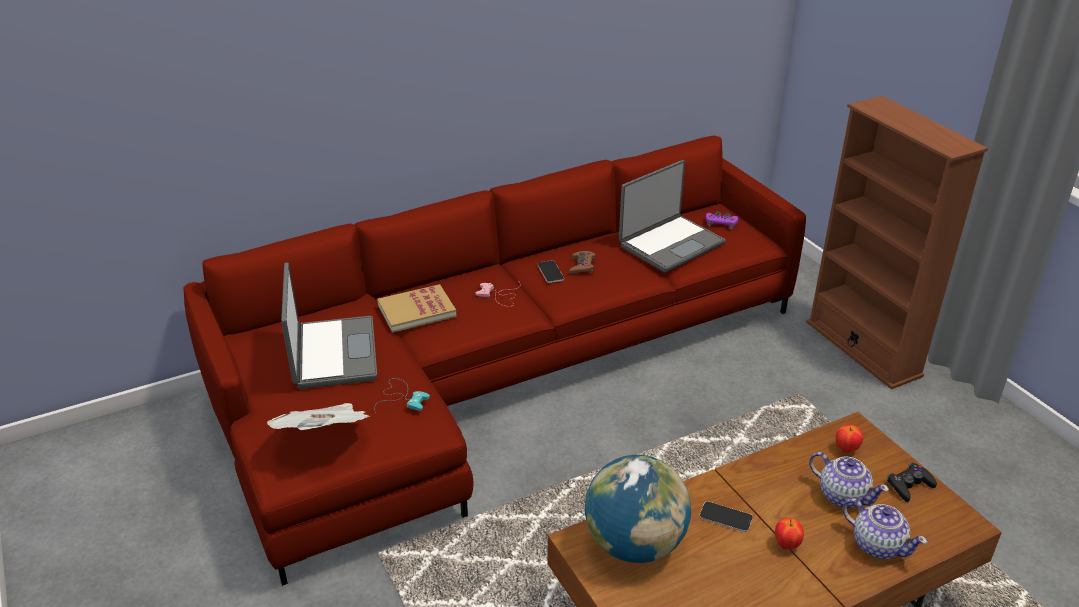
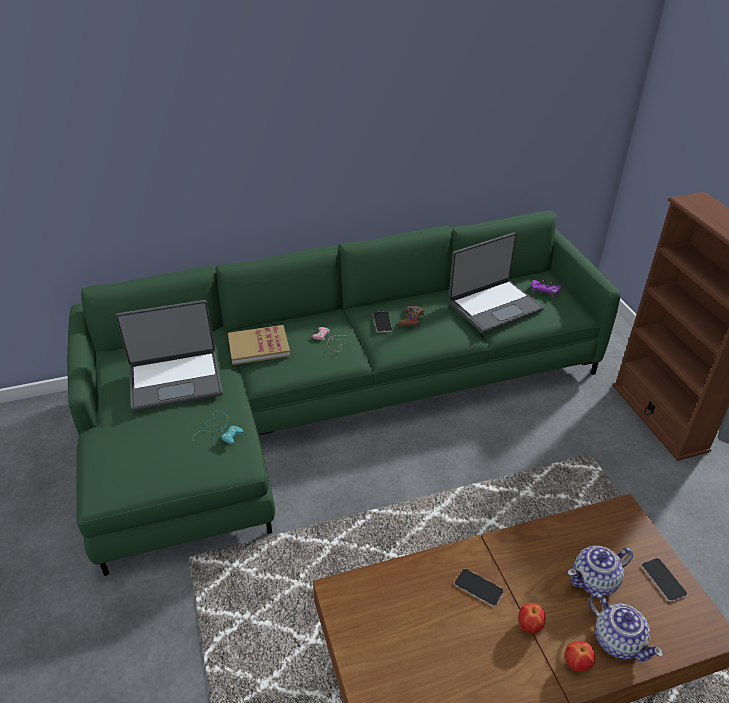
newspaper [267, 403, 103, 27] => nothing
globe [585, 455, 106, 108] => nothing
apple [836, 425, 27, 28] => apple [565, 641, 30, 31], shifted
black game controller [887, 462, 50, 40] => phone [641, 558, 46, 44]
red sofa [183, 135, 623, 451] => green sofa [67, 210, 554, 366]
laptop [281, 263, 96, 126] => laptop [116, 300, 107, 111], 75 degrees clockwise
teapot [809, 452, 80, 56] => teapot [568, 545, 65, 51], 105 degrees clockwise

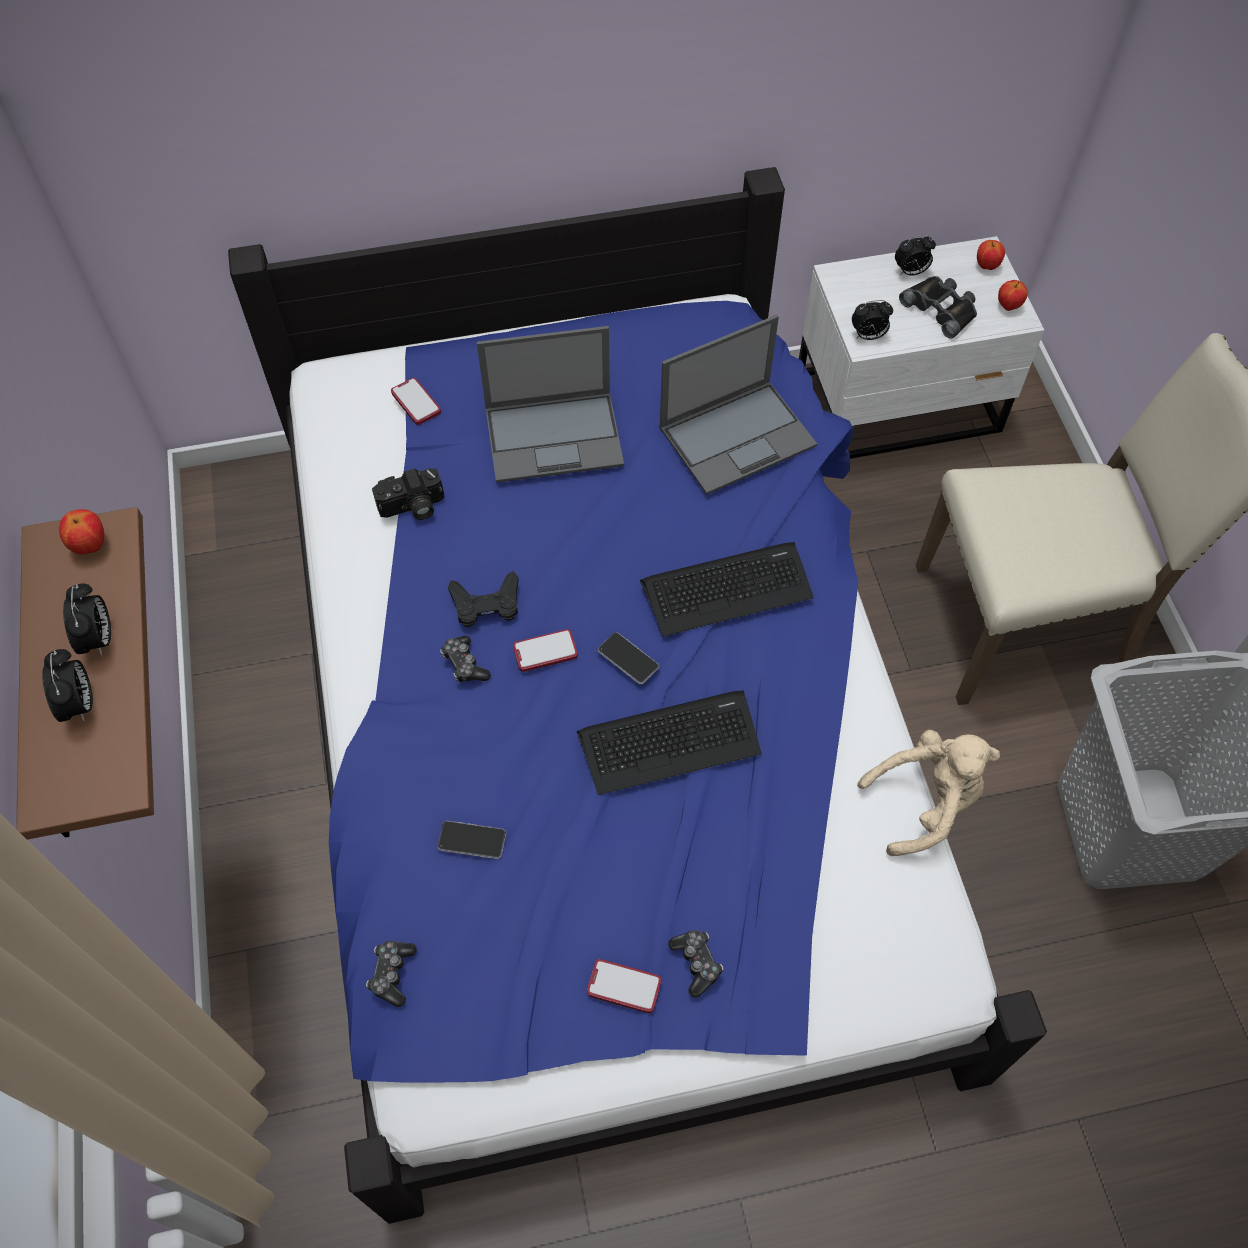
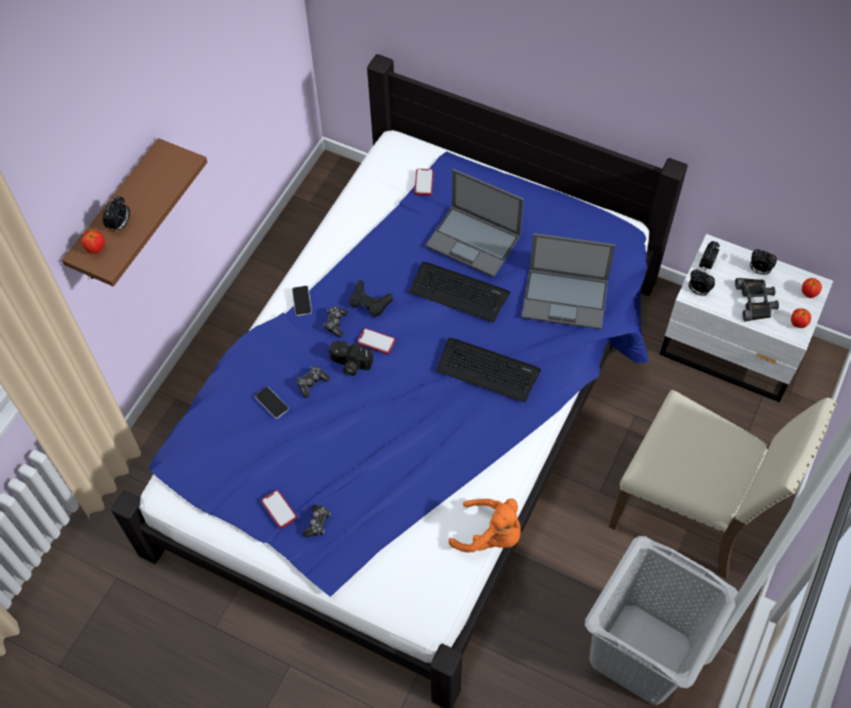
apple [59, 509, 45, 45] => apple [82, 230, 23, 24], shifted
alarm clock [63, 584, 48, 72] => alarm clock [699, 241, 21, 30], shifted
game controller [366, 941, 51, 66] => game controller [297, 366, 33, 32], shifted
photo camera [372, 468, 73, 52] => photo camera [329, 340, 44, 36], shifted
keyboard [577, 690, 185, 105] => keyboard [409, 262, 101, 61], shifted
phone [598, 632, 61, 52] => phone [292, 286, 20, 30], shifted
beige plush toy [857, 730, 143, 126] => orange plush toy [449, 498, 72, 54]

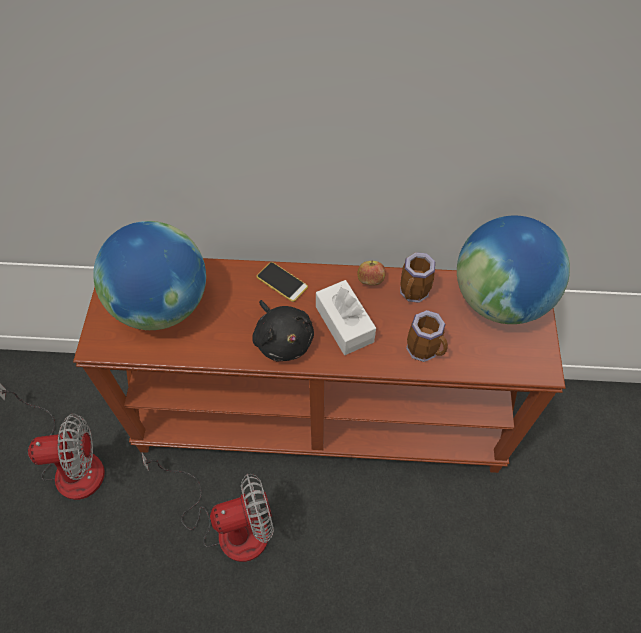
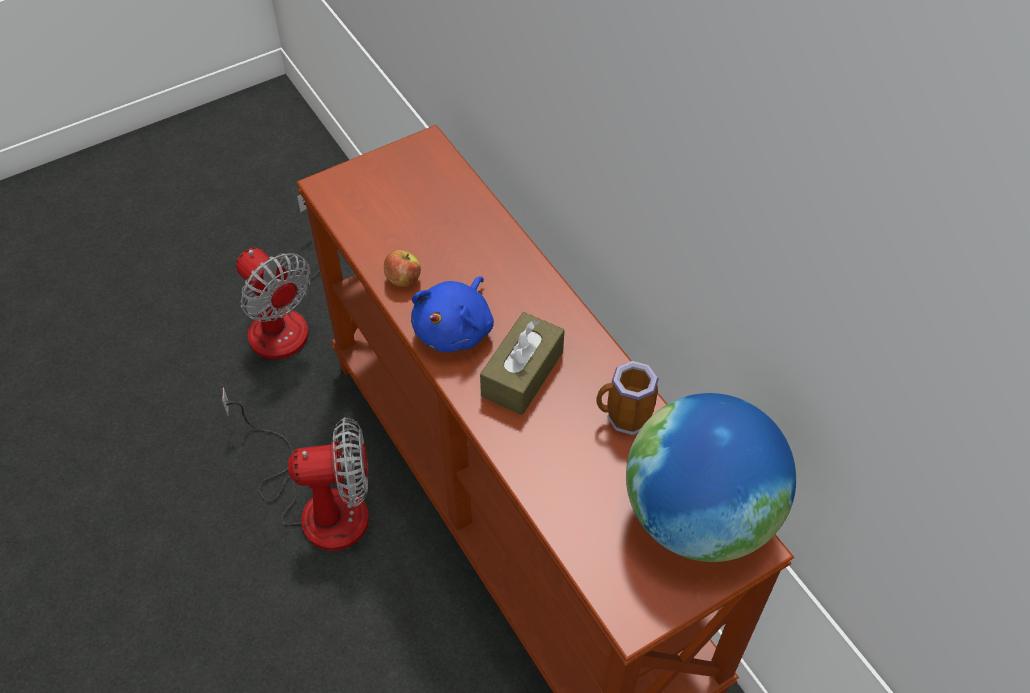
globe [93, 221, 113, 109] => nothing
phone [257, 262, 51, 40] => nothing
mug [406, 310, 42, 52] => nothing
apple [358, 261, 28, 24] => apple [384, 250, 37, 37], shifted
black plush toy [252, 300, 62, 61] => blue plush toy [411, 276, 83, 76]
white tissue box [316, 280, 60, 75] => brown tissue box [480, 312, 84, 103]
fan [142, 453, 132, 109] => fan [222, 387, 147, 164], 45 degrees counterclockwise

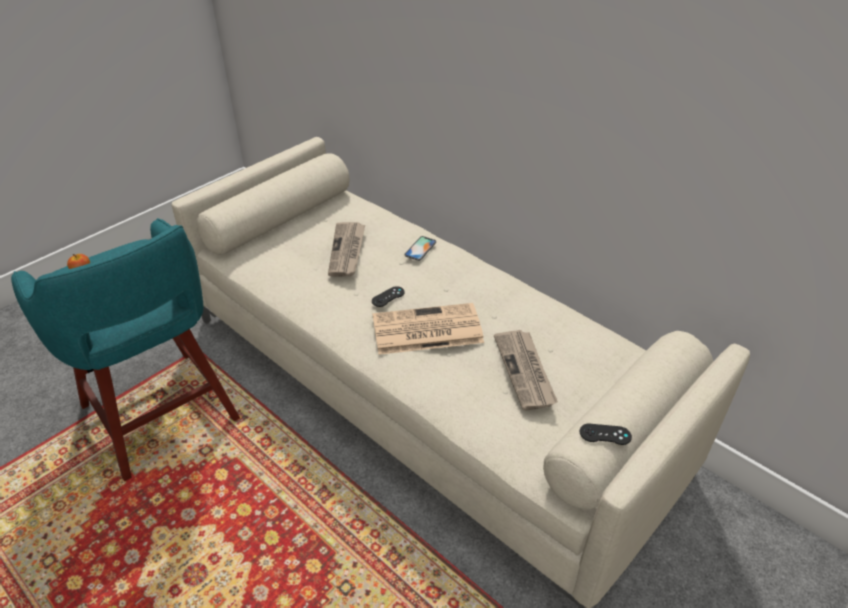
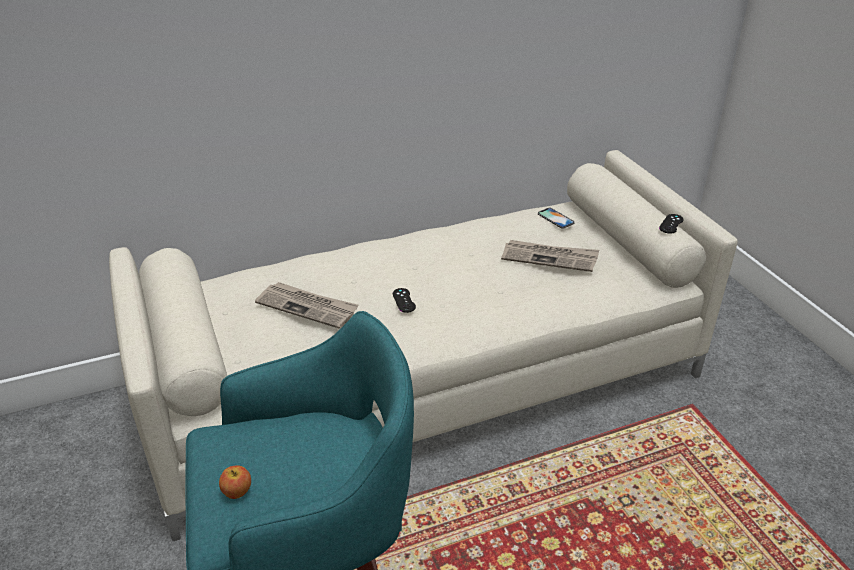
newspaper [373, 303, 111, 52] => nothing
phone [404, 236, 32, 25] => phone [538, 208, 37, 21], shifted

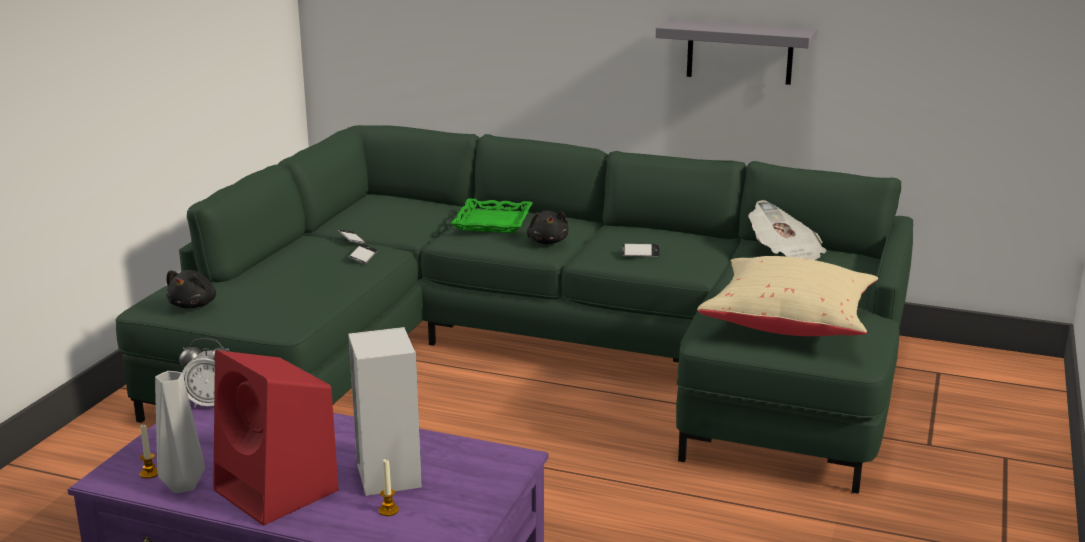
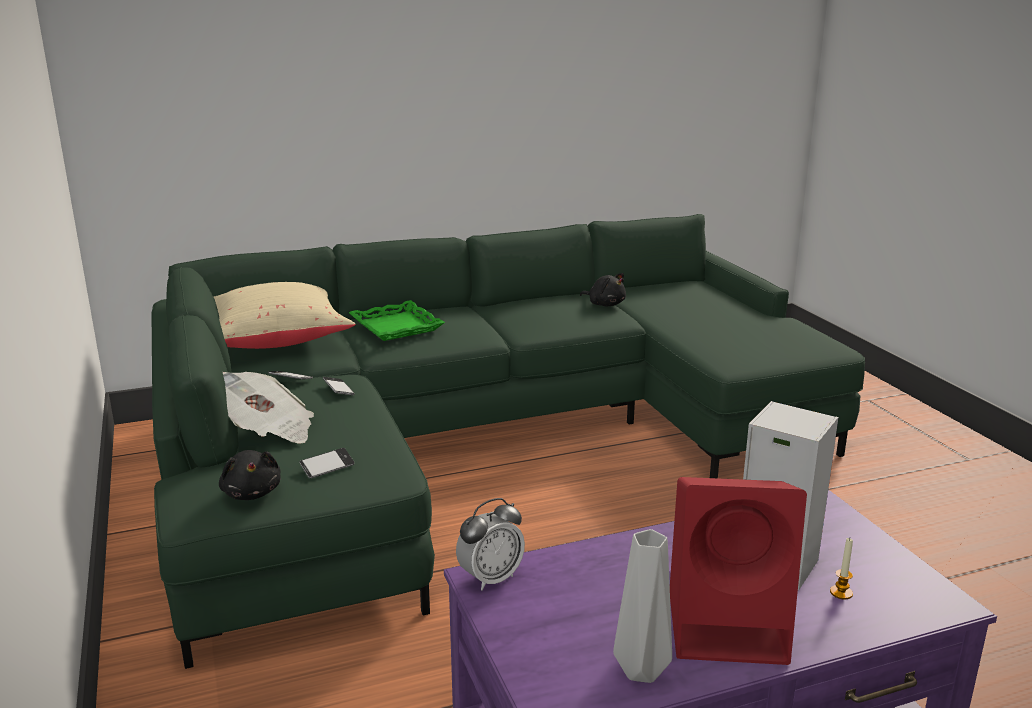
candle [140, 424, 18, 55] => nothing
grey shelf [656, 19, 161, 66] => nothing
black plush toy [527, 210, 41, 35] => black plush toy [580, 273, 46, 33], shifted
phone [622, 243, 38, 14] => phone [299, 448, 56, 30], shifted
beige pillow [697, 256, 181, 80] => beige pillow [214, 282, 142, 67], shifted
newspaper [749, 200, 78, 60] => newspaper [223, 372, 91, 72], shifted

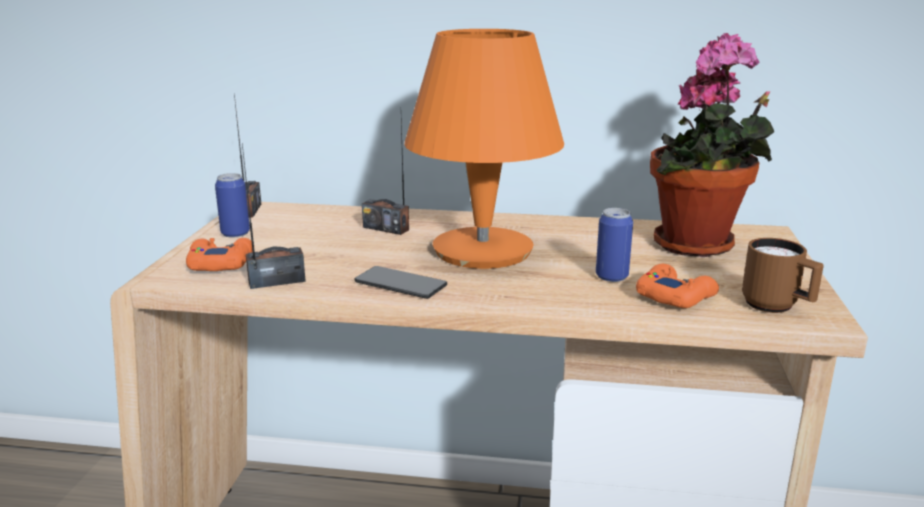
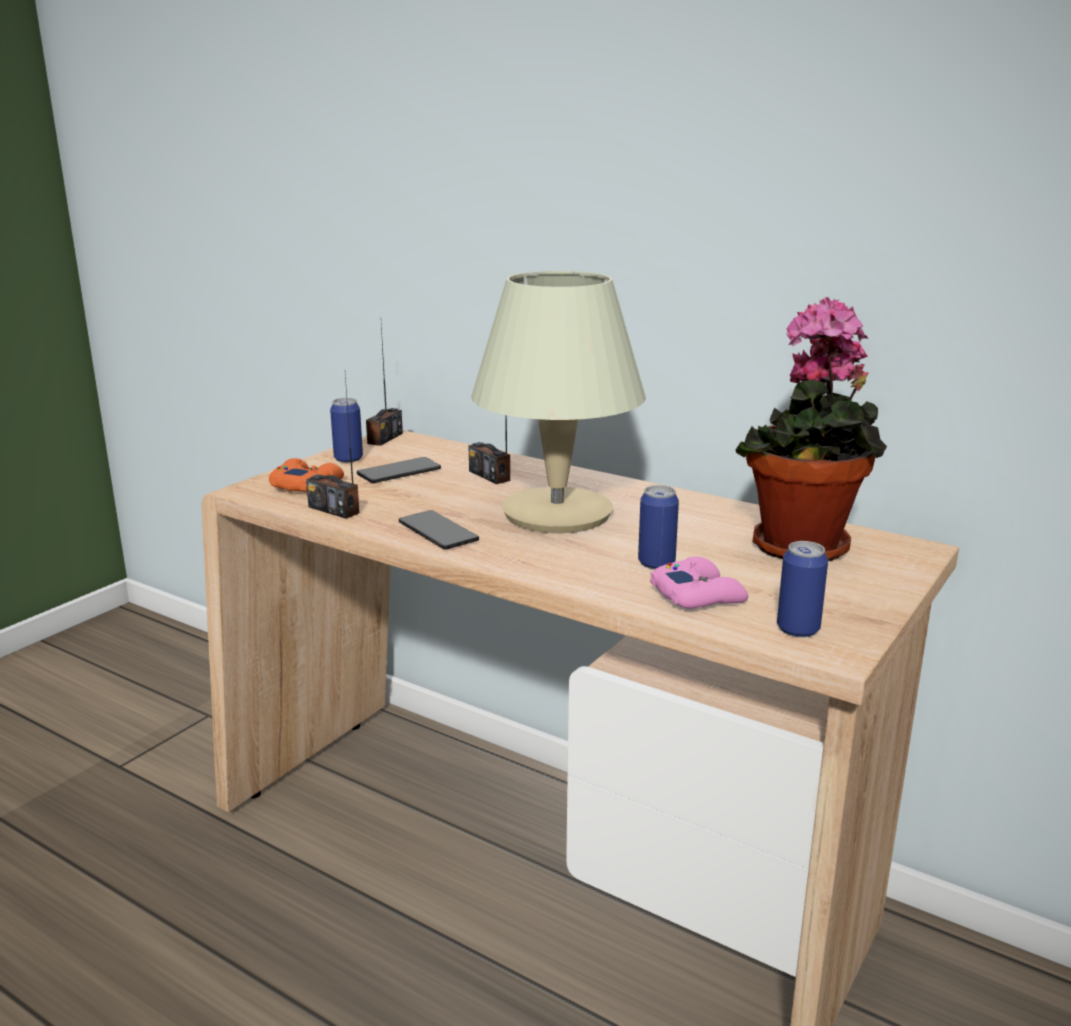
nothing => phone [357, 457, 84, 26]
brown mug [742, 238, 82, 75] => can [777, 541, 51, 97]
orange table lamp [404, 29, 160, 240] => beige table lamp [471, 271, 175, 262]
orange game controller [636, 264, 83, 44] => pink game controller [650, 557, 98, 52]
radio [242, 144, 64, 145] => radio [306, 376, 54, 143], 150 degrees counterclockwise

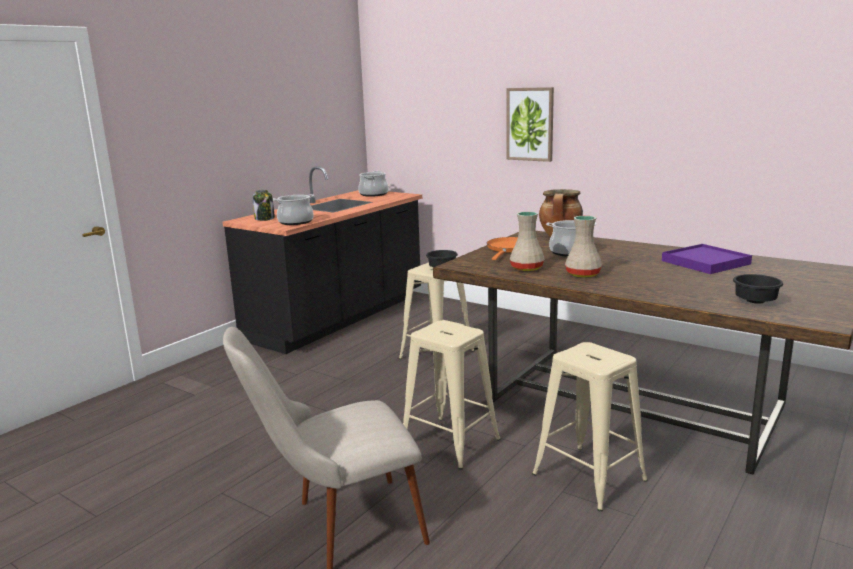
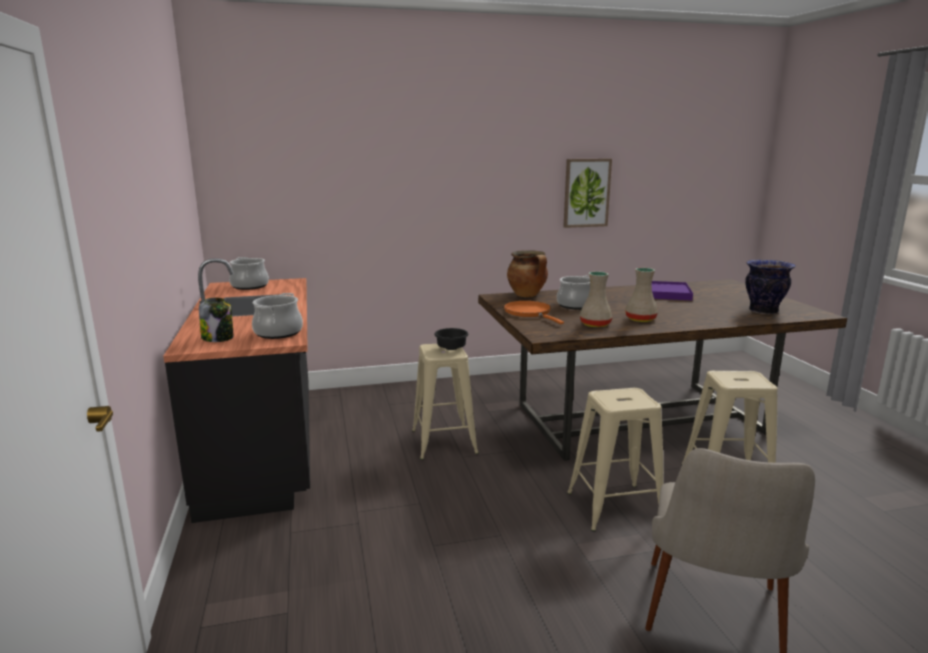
picture [507, 87, 47, 75] => picture [563, 159, 49, 69], shifted
black bowl [733, 274, 50, 30] => vase [745, 260, 51, 54]

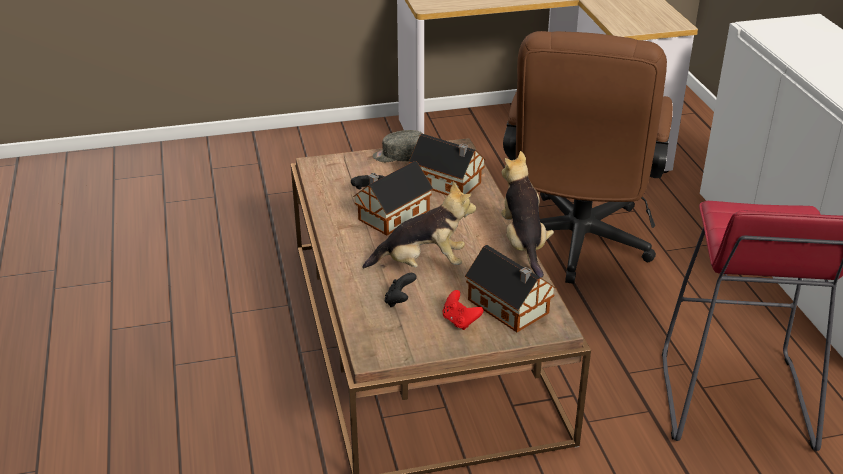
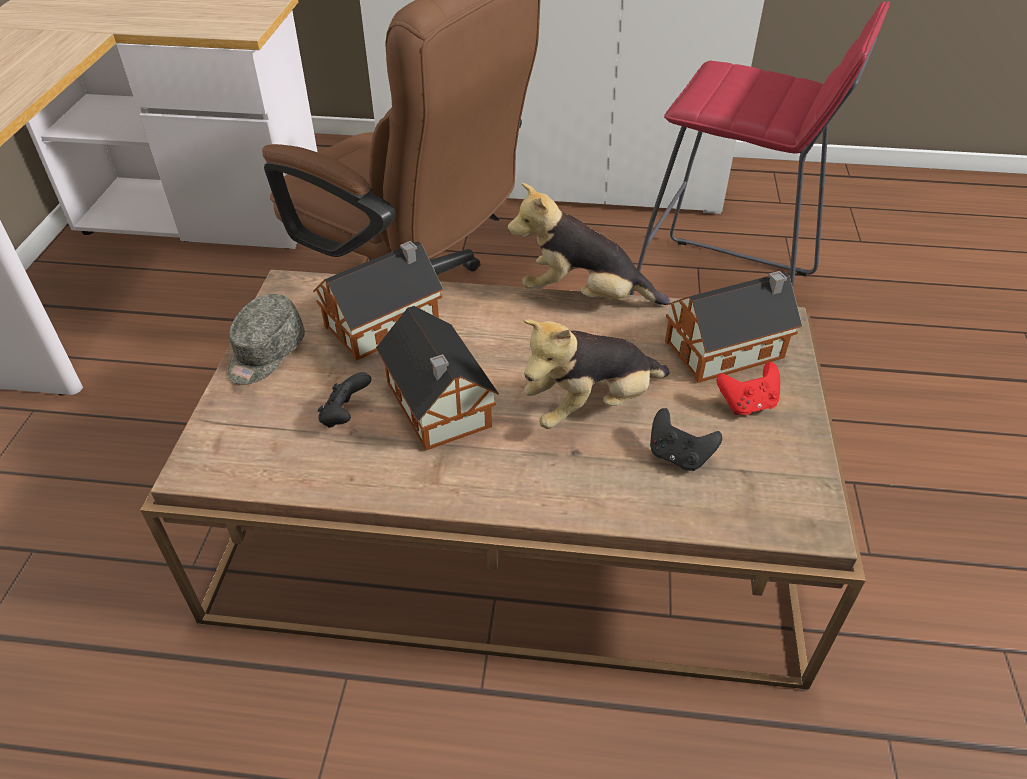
plush toy [362, 181, 114, 88] => plush toy [524, 319, 146, 110], 135 degrees counterclockwise

